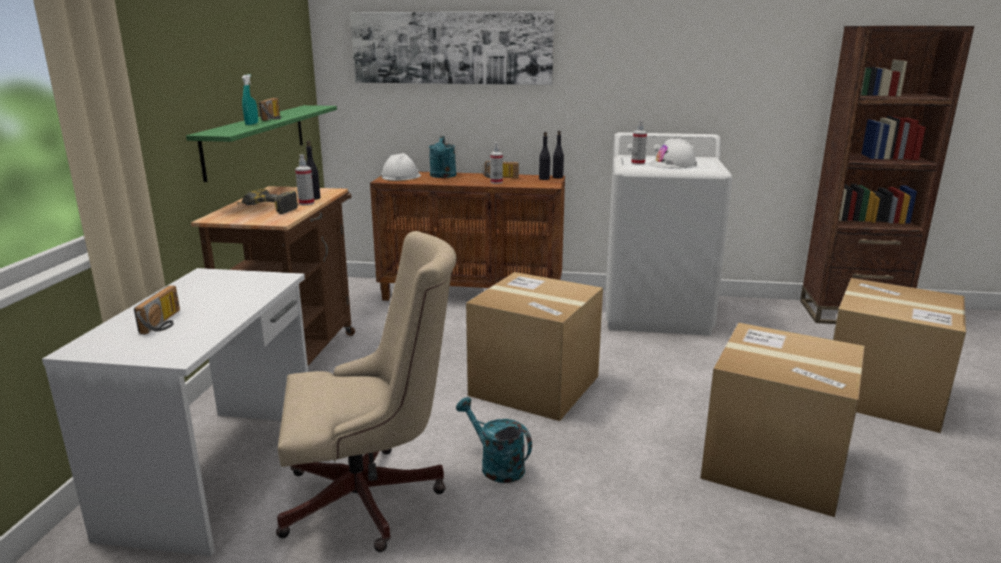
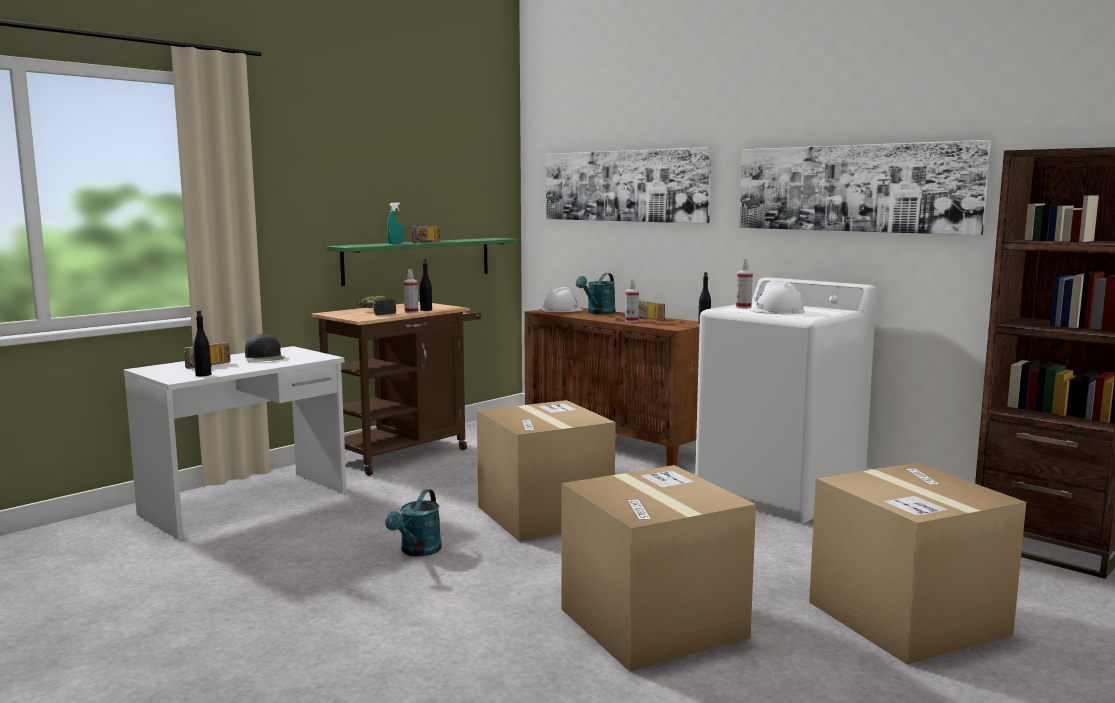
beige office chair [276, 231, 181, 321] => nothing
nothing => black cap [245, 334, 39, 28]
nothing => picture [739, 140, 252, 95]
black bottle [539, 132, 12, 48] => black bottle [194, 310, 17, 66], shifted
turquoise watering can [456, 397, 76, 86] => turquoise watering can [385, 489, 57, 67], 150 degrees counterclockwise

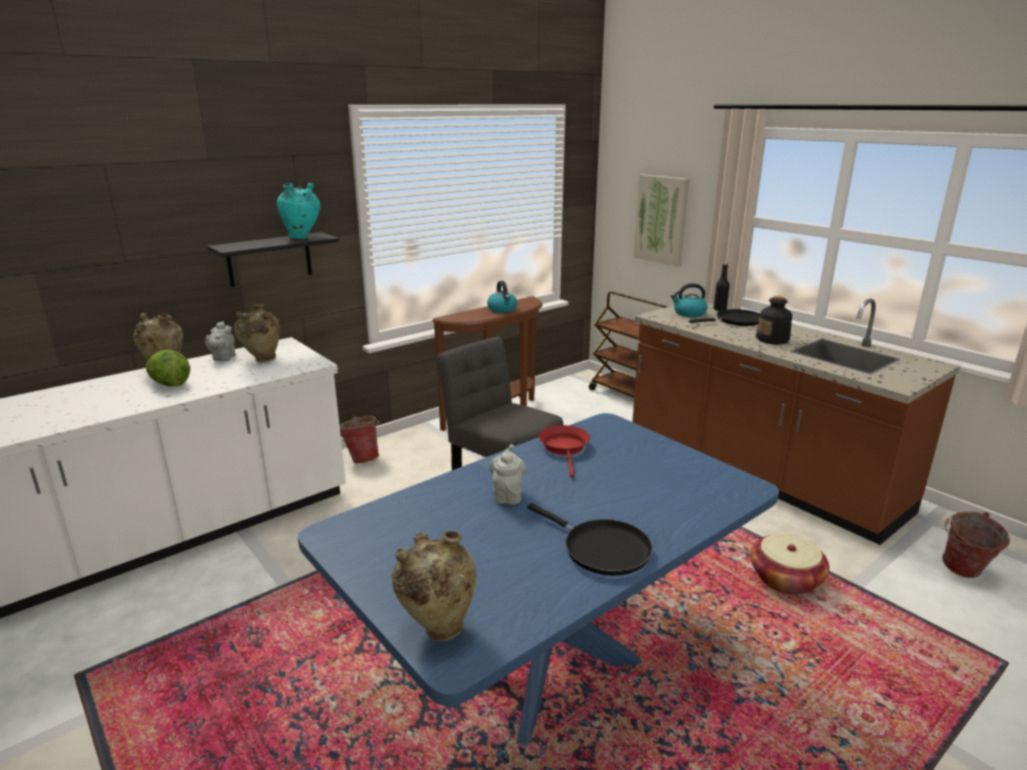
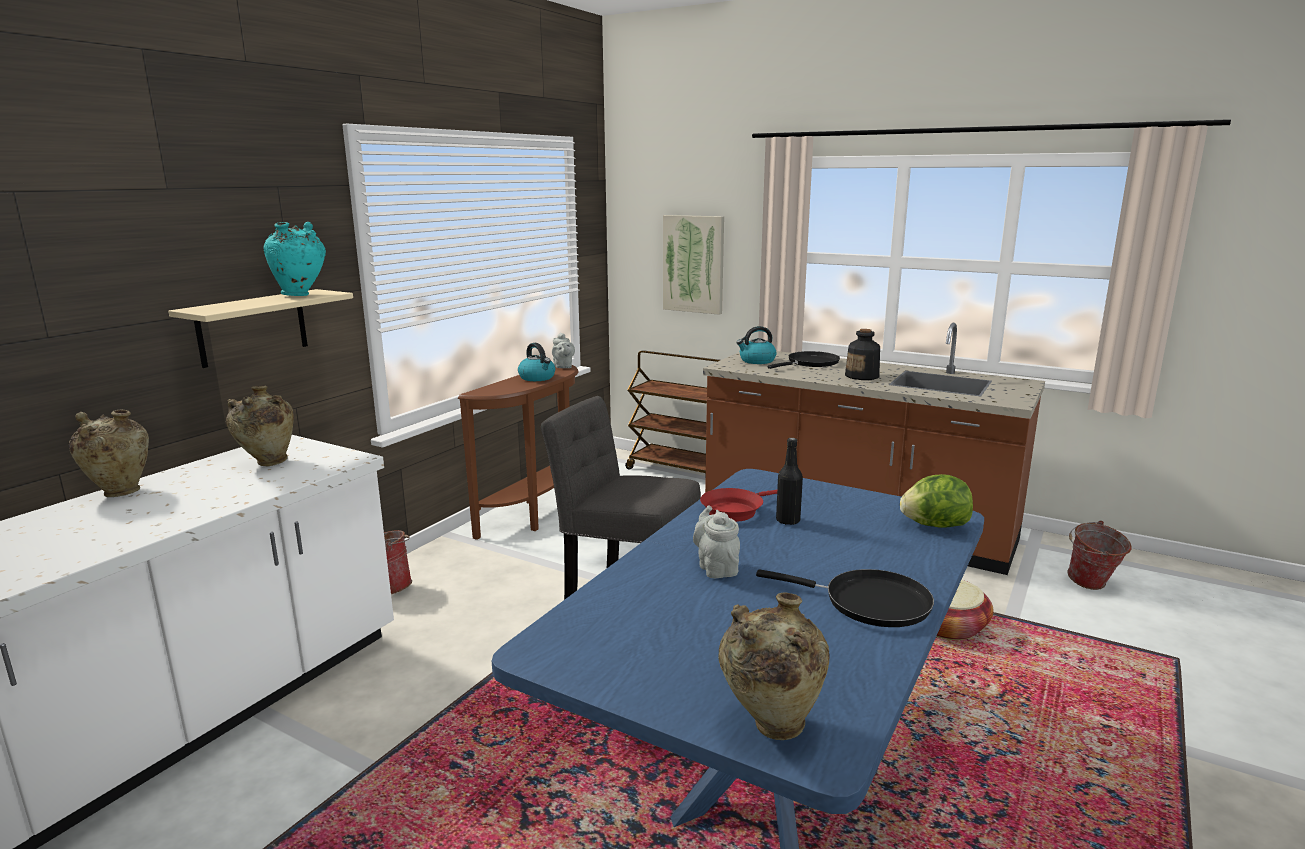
lettuce [146, 350, 44, 36] => lettuce [900, 474, 73, 54], shifted
grey teapot [205, 321, 30, 41] => grey teapot [552, 333, 23, 35], shifted
black bottle [713, 264, 17, 47] => black bottle [776, 438, 27, 87], shifted
black shelf [207, 232, 132, 55] => beige shelf [168, 289, 185, 79]
red frying pan [539, 425, 51, 53] => red frying pan [700, 488, 77, 34], 105 degrees counterclockwise

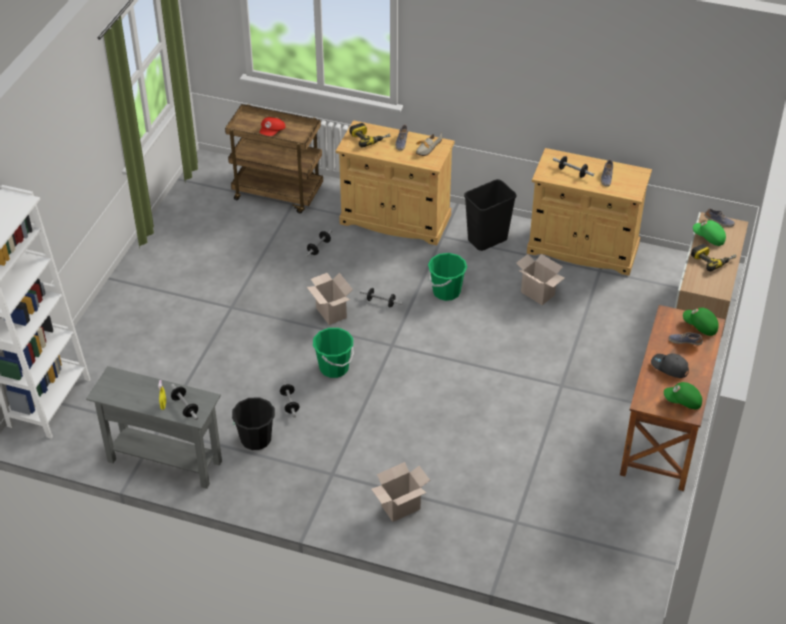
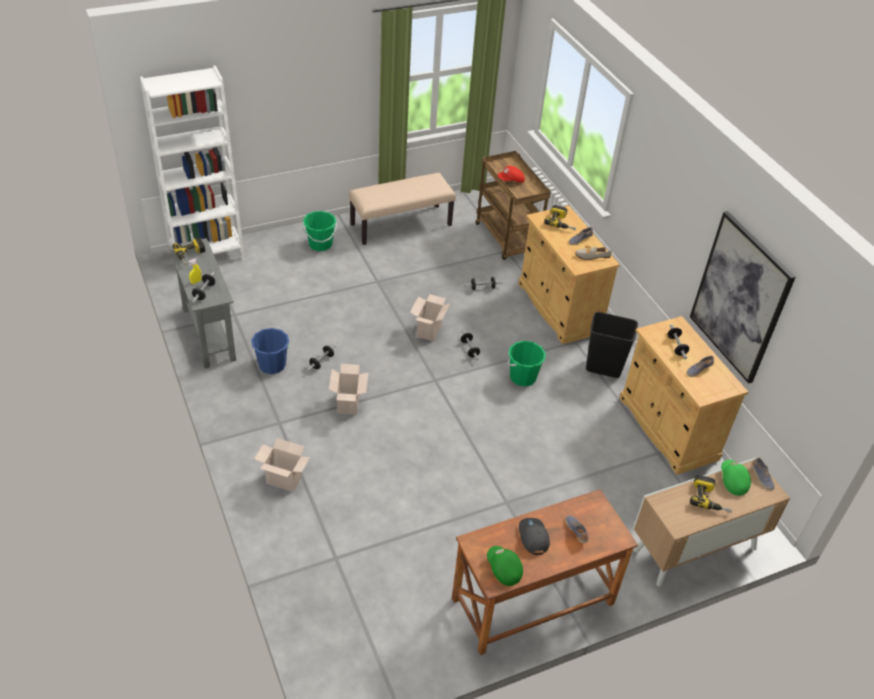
green cap [683, 308, 36, 28] => nothing
nothing => power drill [172, 237, 33, 29]
nothing => beige bench [349, 173, 107, 72]
nothing => picture [690, 211, 106, 173]
green bucket [313, 328, 41, 50] => green bucket [303, 211, 34, 40], shifted
cardboard box [516, 254, 49, 51] => cardboard box [329, 364, 39, 51], shifted
black bucket [232, 397, 43, 53] => blue bucket [251, 328, 39, 46]

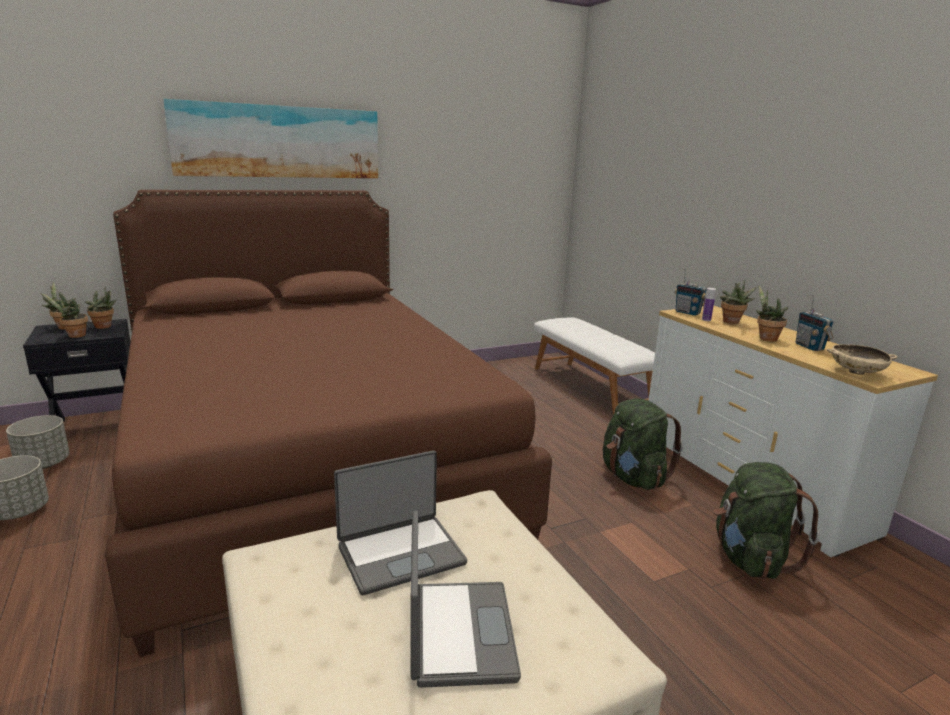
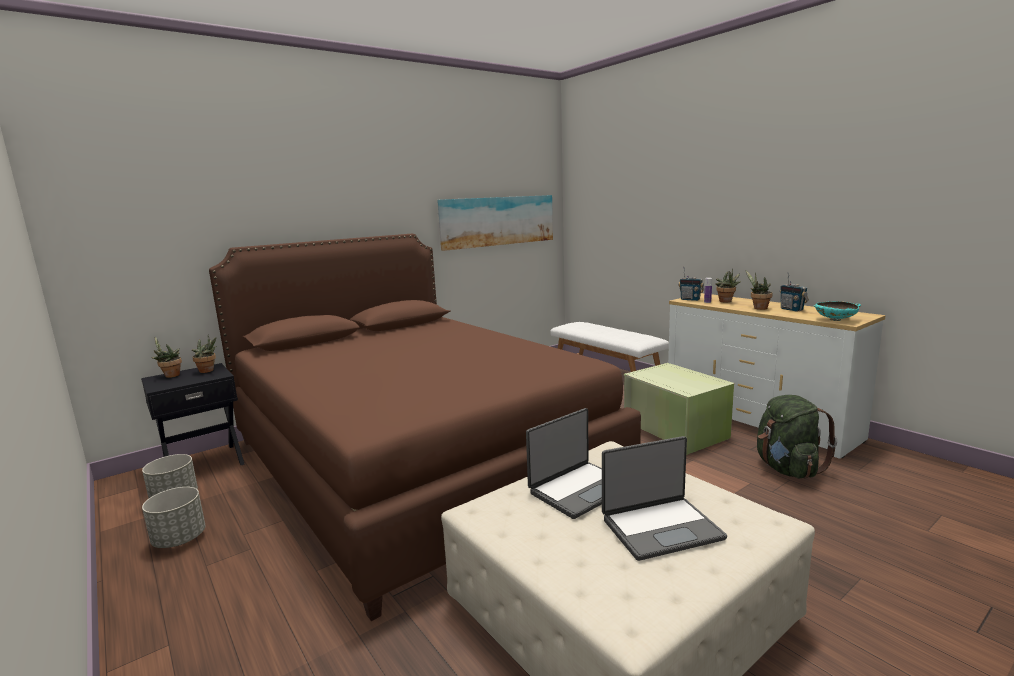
potted plant [40, 293, 48, 45] => nothing
picture [163, 99, 215, 79] => picture [437, 195, 116, 56], shifted
green backpack [603, 399, 80, 91] => green storage box [623, 363, 111, 92]
beige bowl [827, 344, 70, 31] => turquoise bowl [814, 301, 47, 20]
laptop [411, 511, 110, 177] => laptop [602, 436, 125, 125], 90 degrees clockwise

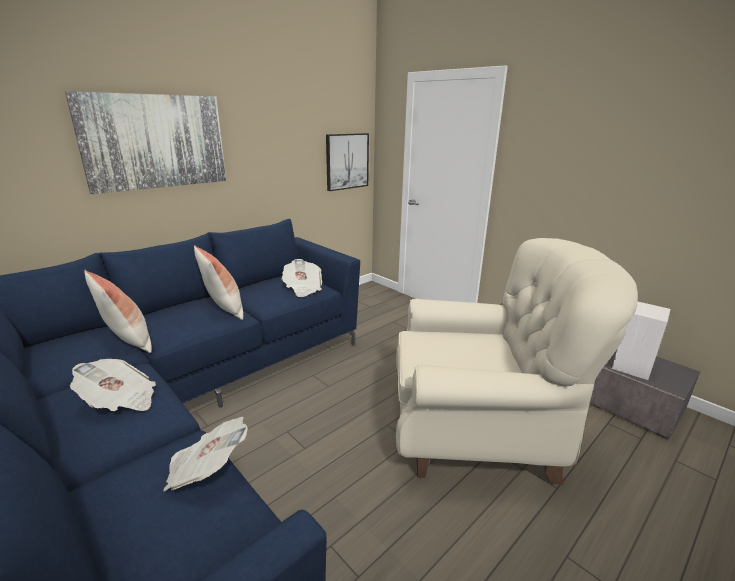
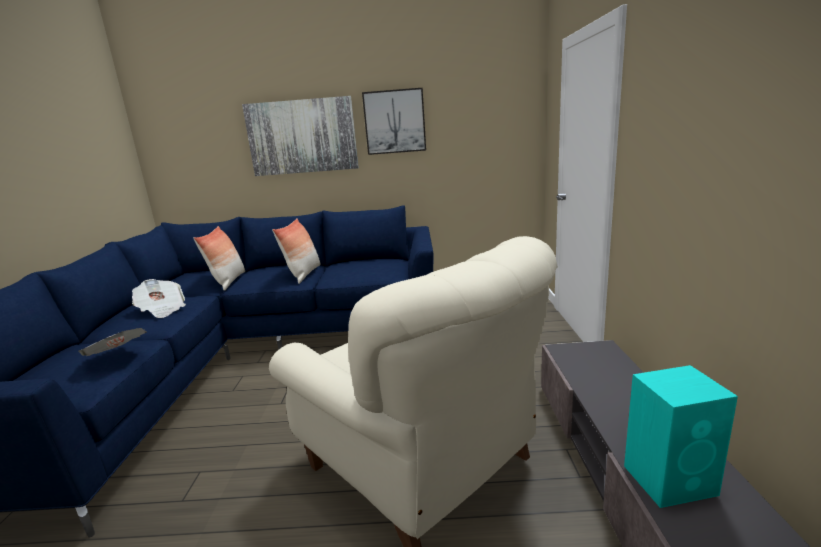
newspaper [281, 259, 41, 38] => nothing
picture [326, 133, 43, 58] => picture [362, 88, 64, 67], shifted
white speaker [612, 301, 58, 79] => turquoise speaker [624, 365, 114, 143]

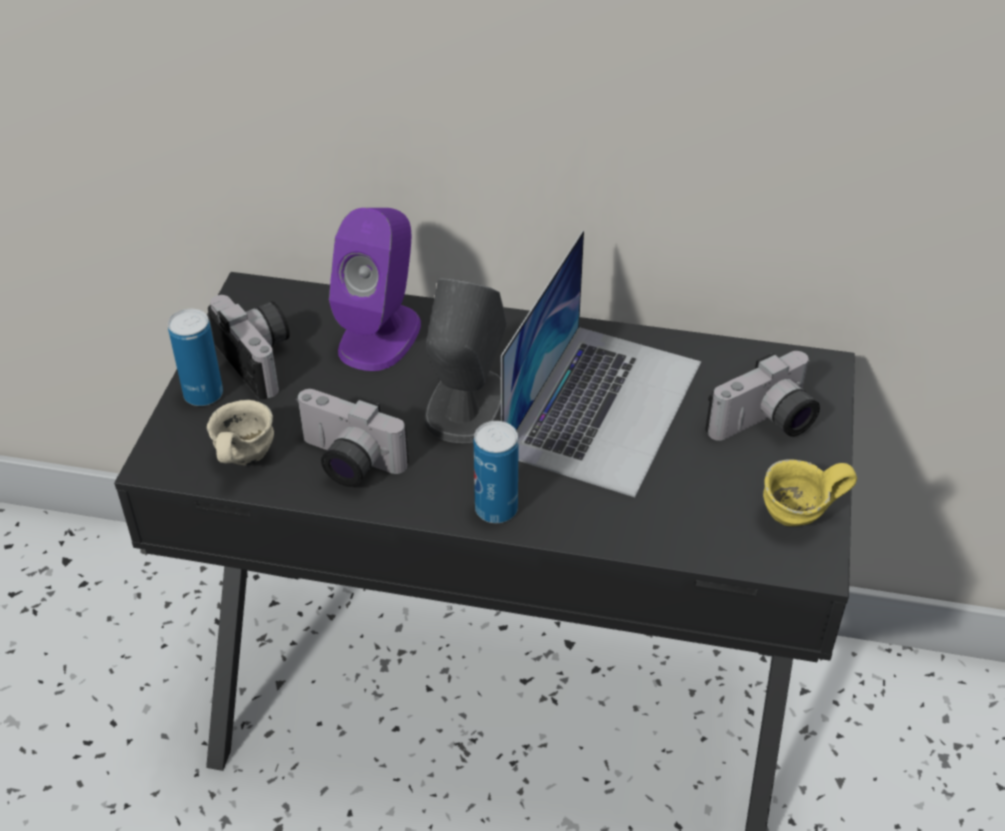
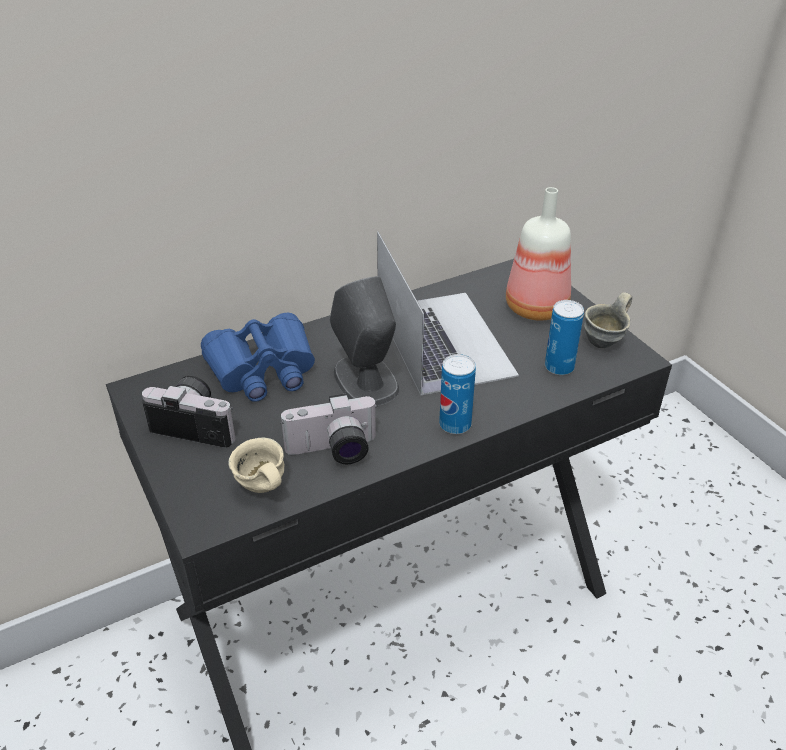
can [168, 309, 55, 97] => can [545, 300, 39, 75], shifted
purple speaker [329, 208, 92, 163] => blue binoculars [201, 312, 114, 90]
photo camera [705, 351, 115, 90] => bottle [506, 187, 65, 134]
yellow mug [763, 459, 94, 67] => grey mug [584, 292, 48, 56]

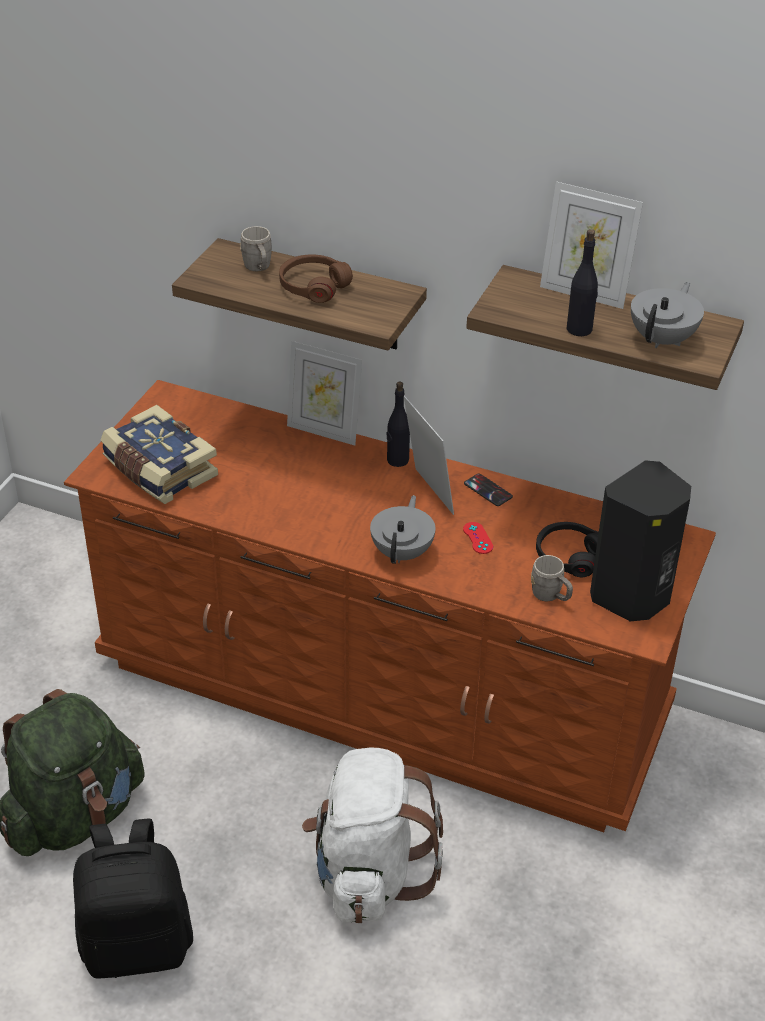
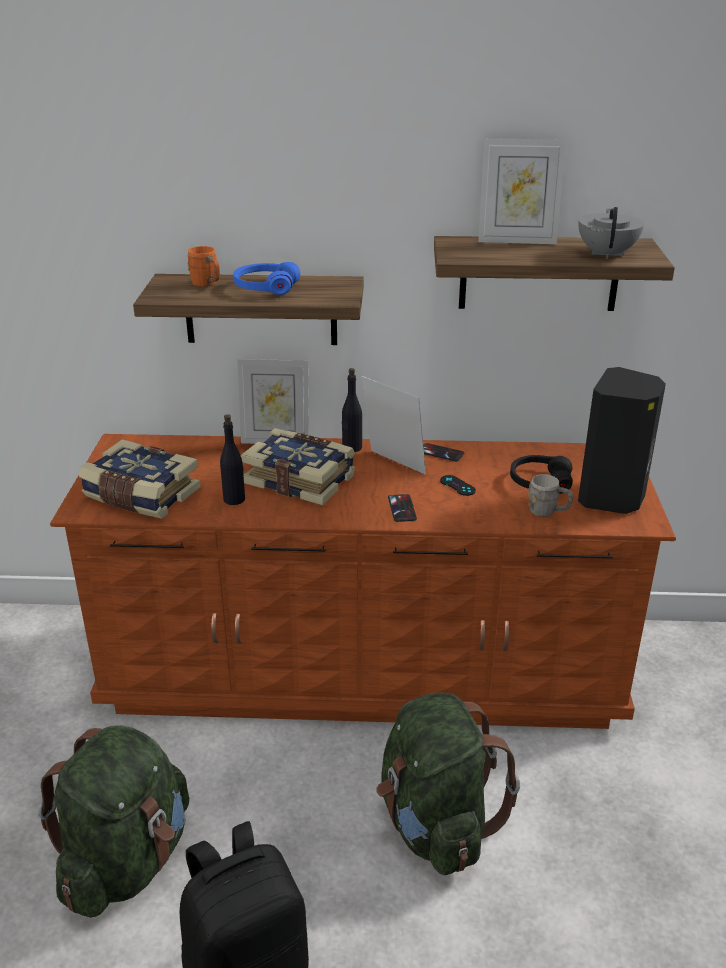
nothing => book [241, 428, 114, 78]
black bottle [567, 229, 31, 107] => black bottle [220, 414, 25, 91], shifted
grey teapot [370, 495, 66, 69] => phone [388, 494, 29, 28]
grey mug [240, 226, 32, 45] => orange mug [187, 246, 33, 41]
brown headphones [279, 255, 74, 48] => blue headphones [233, 262, 67, 33]
white backpack [302, 747, 141, 176] => green backpack [377, 692, 143, 183]
red game controller [463, 522, 30, 32] => black game controller [440, 475, 36, 21]

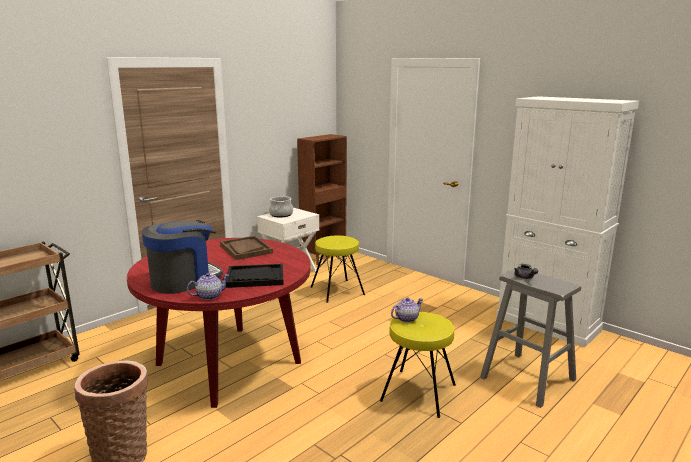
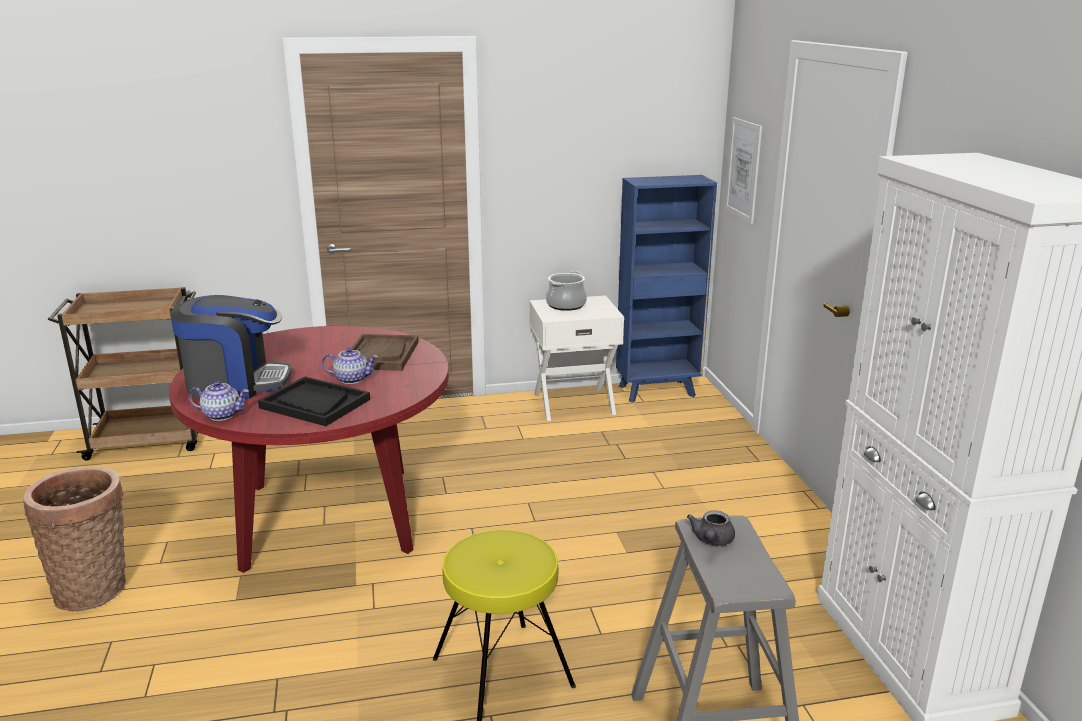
yellow stool [311, 235, 54, 68] => nothing
nothing => picture [725, 117, 37, 107]
teapot [391, 297, 32, 26] => teapot [322, 348, 56, 36], shifted
brown bookcase [297, 134, 50, 131] => blue bookcase [616, 175, 101, 228]

